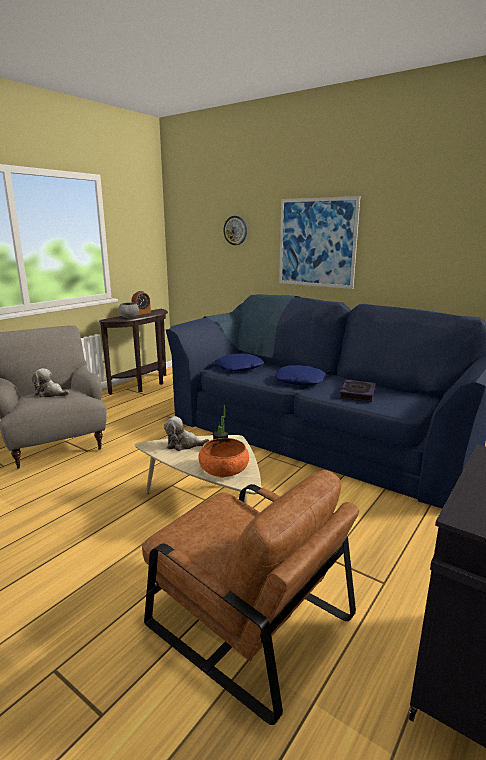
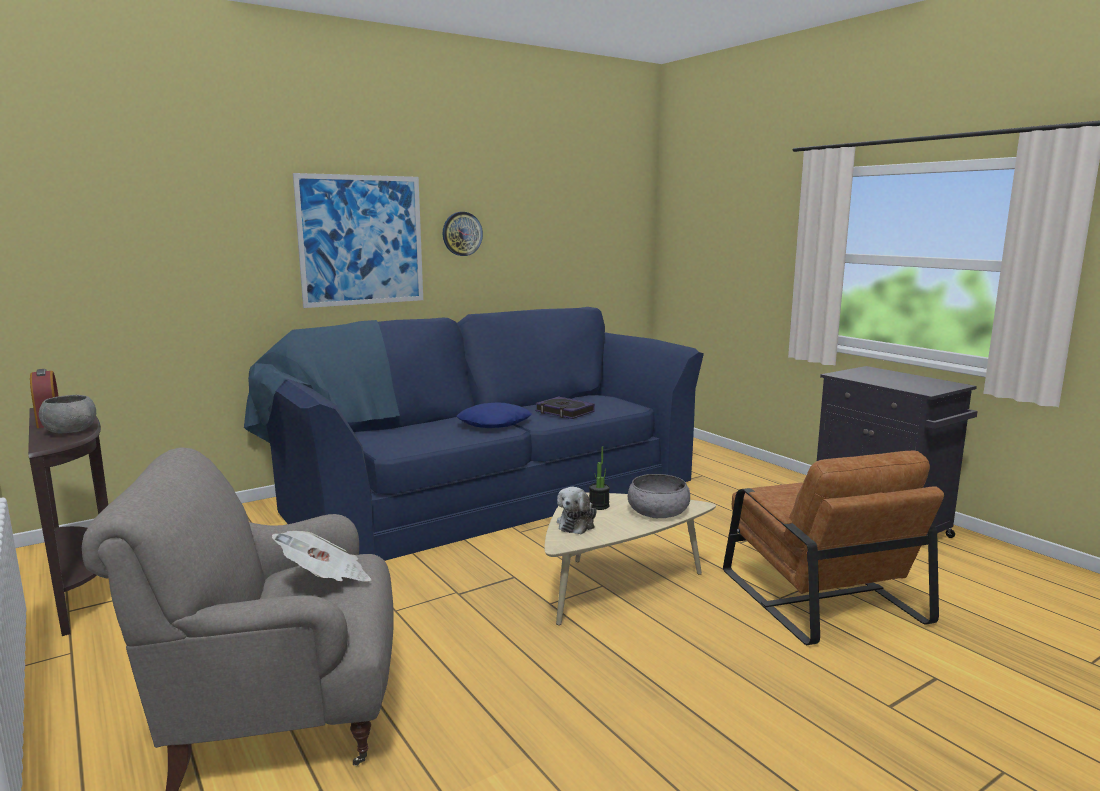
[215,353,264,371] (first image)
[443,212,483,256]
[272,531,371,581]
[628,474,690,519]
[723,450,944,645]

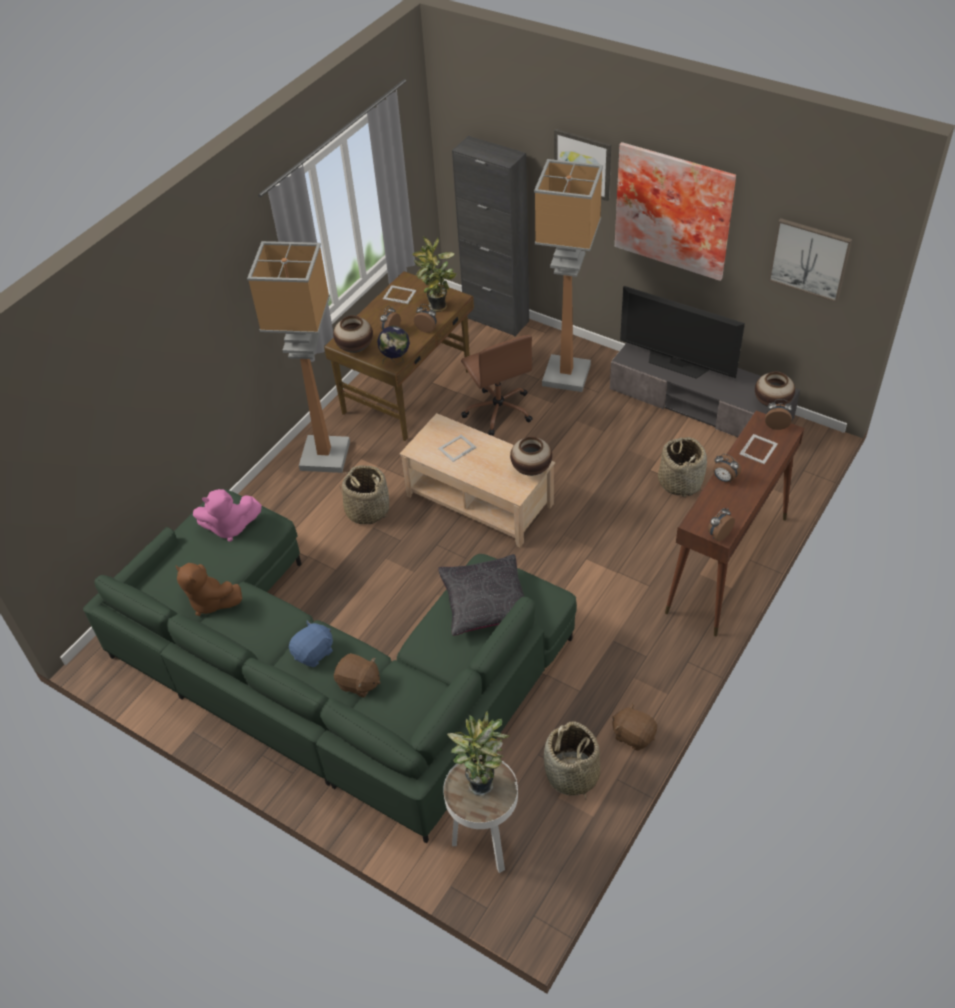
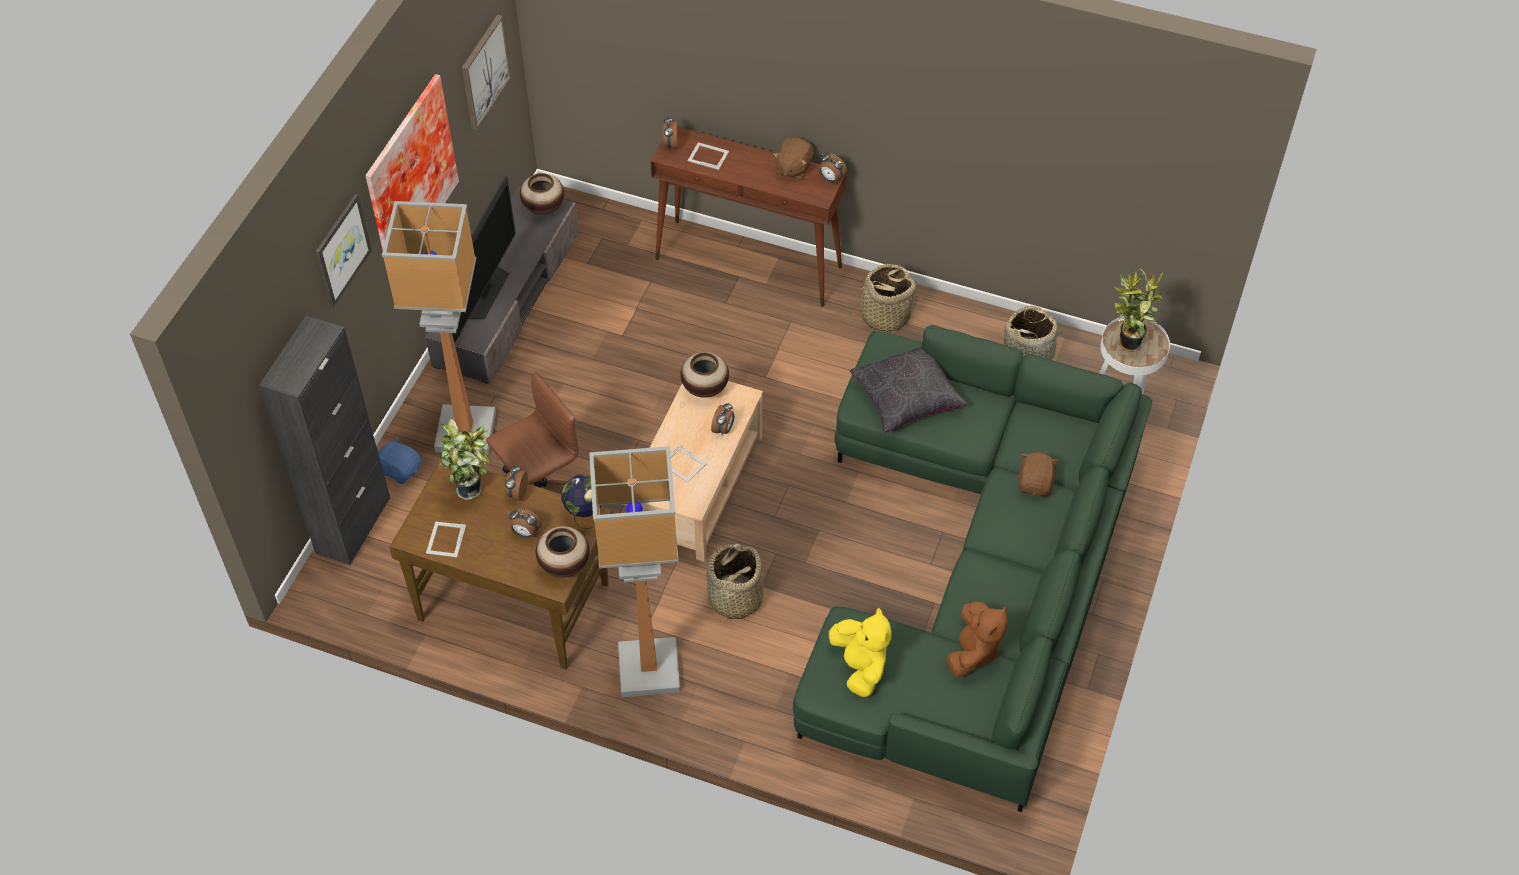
[378,437,421,484]
[773,138,813,180]
[851,264,917,333]
[711,402,734,435]
[829,607,892,697]

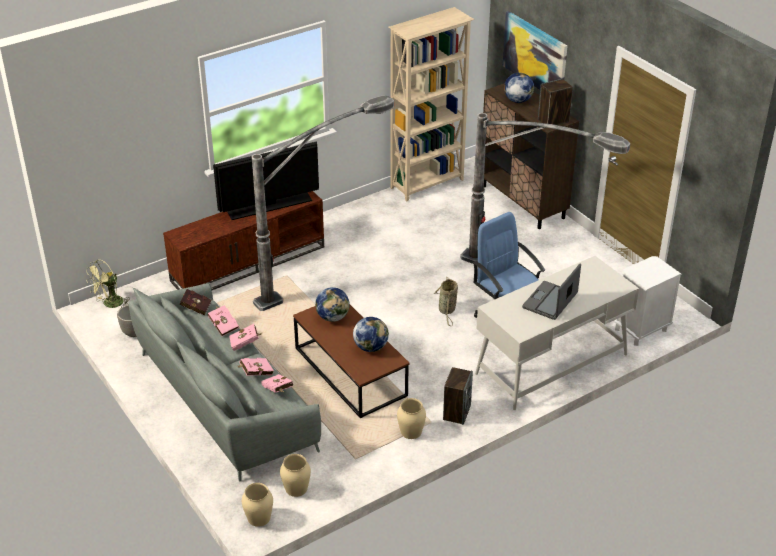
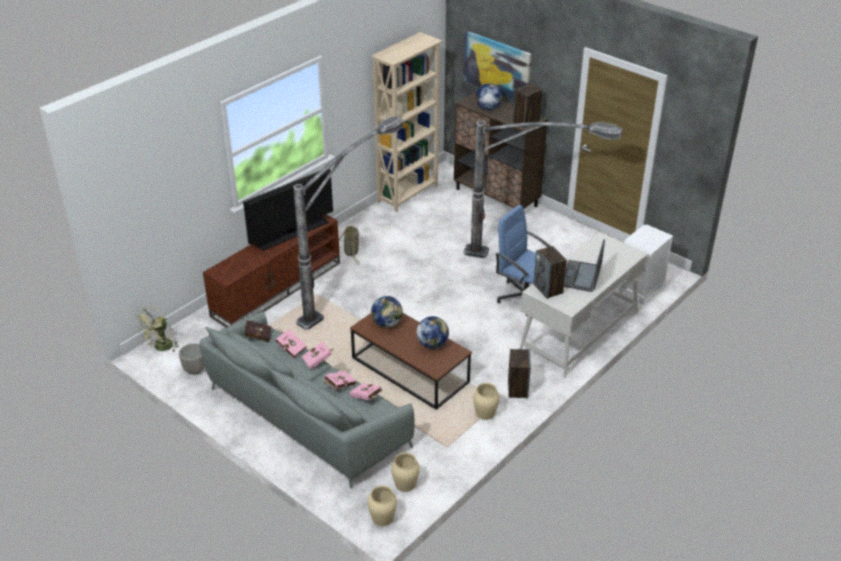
[533,246,567,299]
[339,225,360,264]

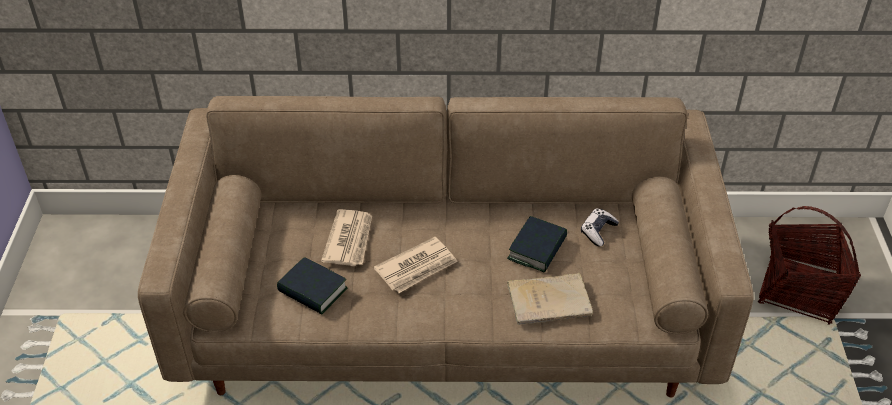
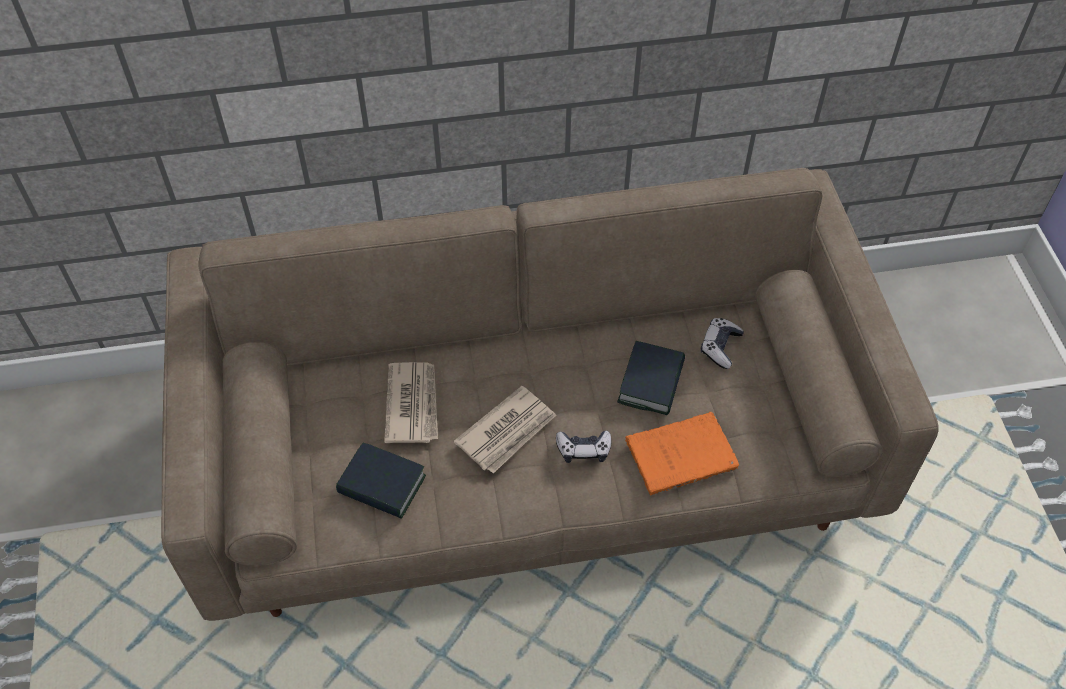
[758,206,861,325] (first image)
[556,431,611,463]
[625,411,739,495]

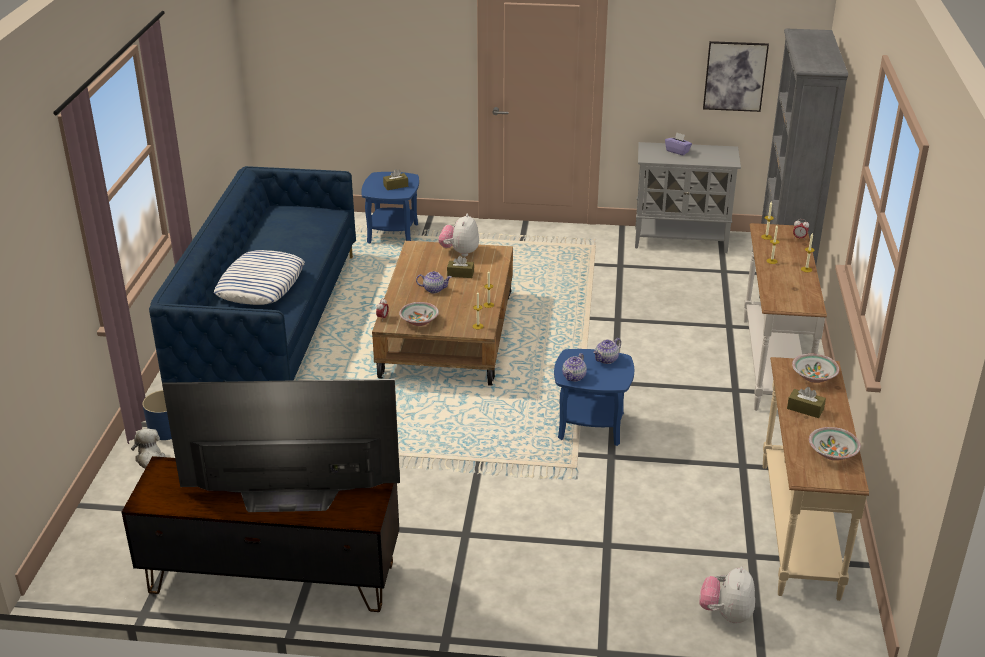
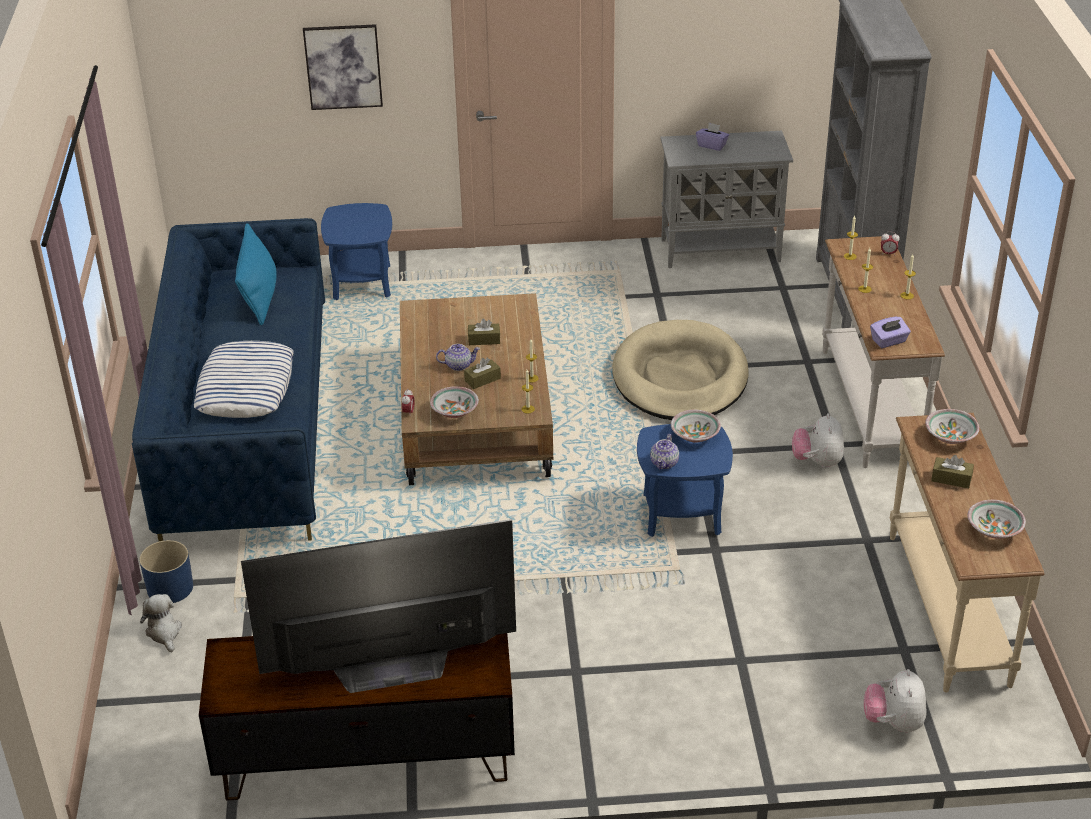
[235,223,277,325]
[612,320,748,420]
[870,317,911,348]
[464,358,501,389]
[792,413,844,468]
[303,24,383,110]
[671,410,721,443]

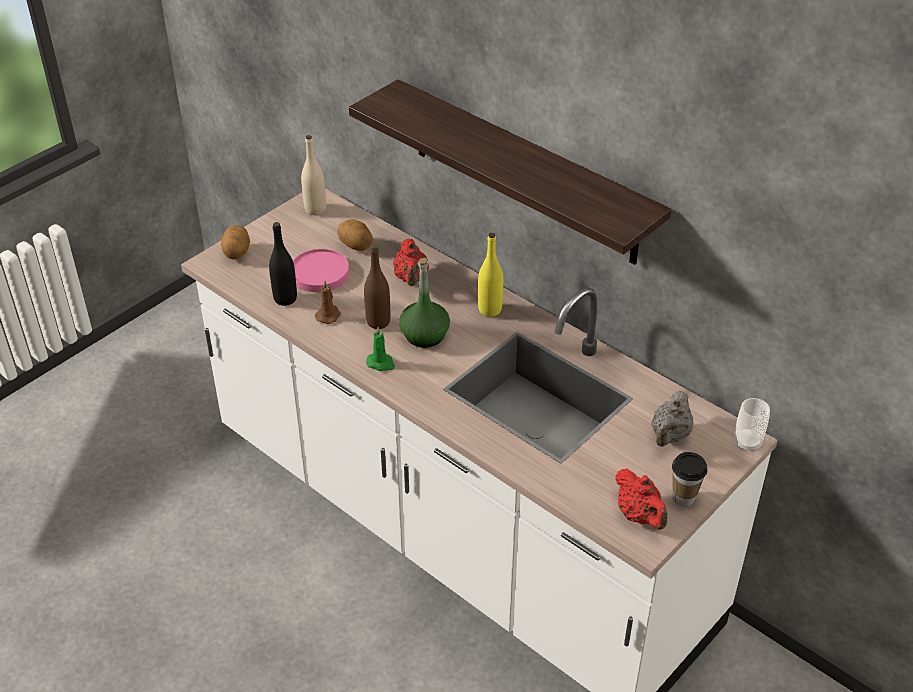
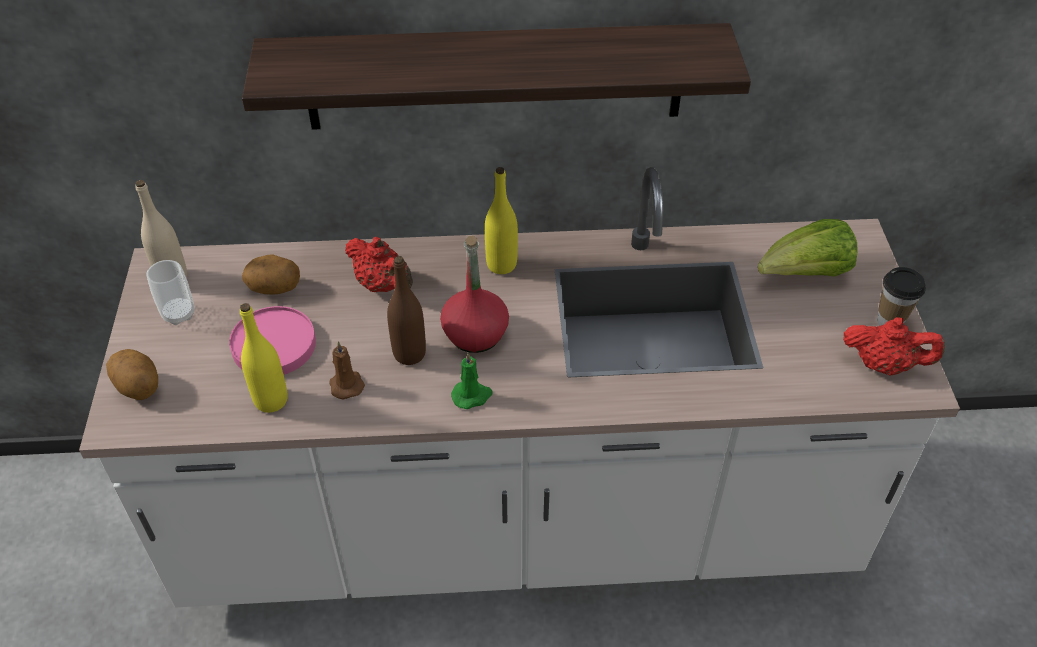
[146,260,195,325]
[758,219,857,277]
[240,303,288,413]
[440,236,509,353]

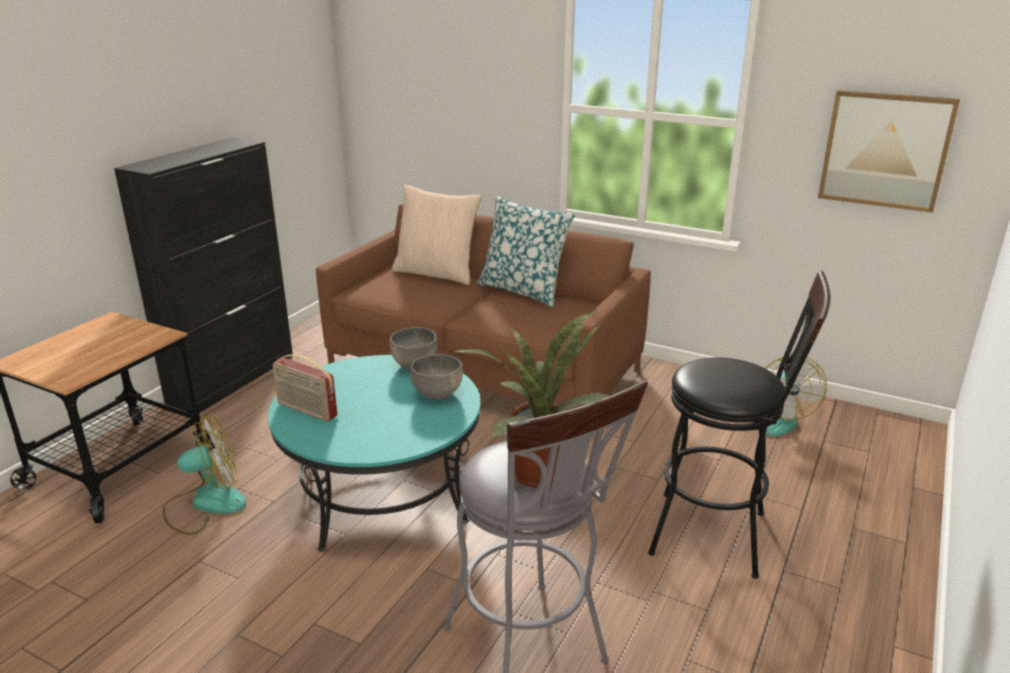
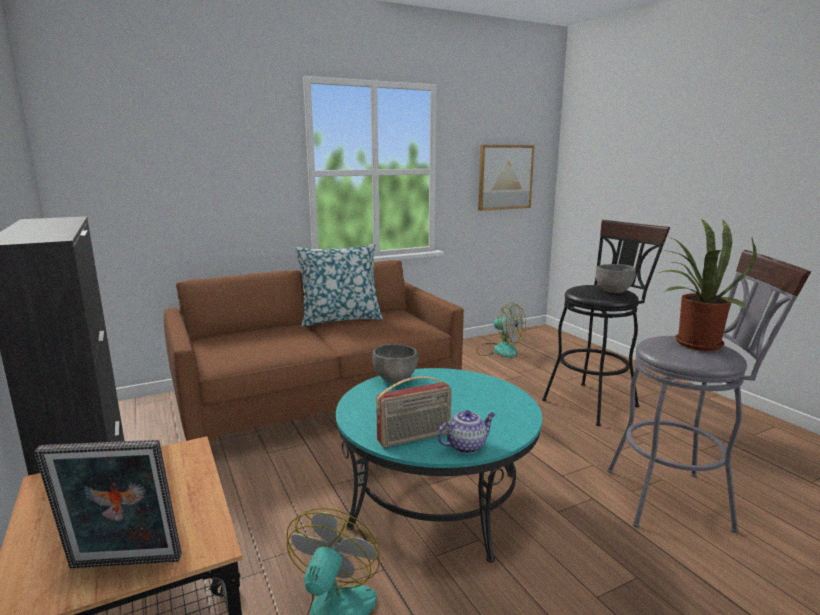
[392,185,482,285] (first image)
[34,440,182,569]
[437,410,495,454]
[596,264,636,293]

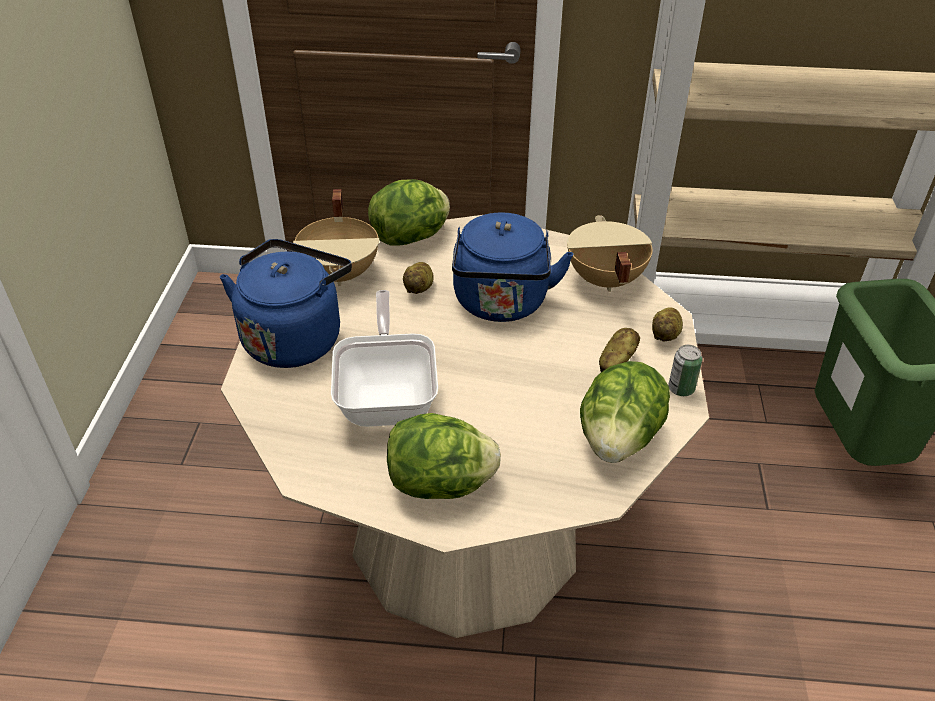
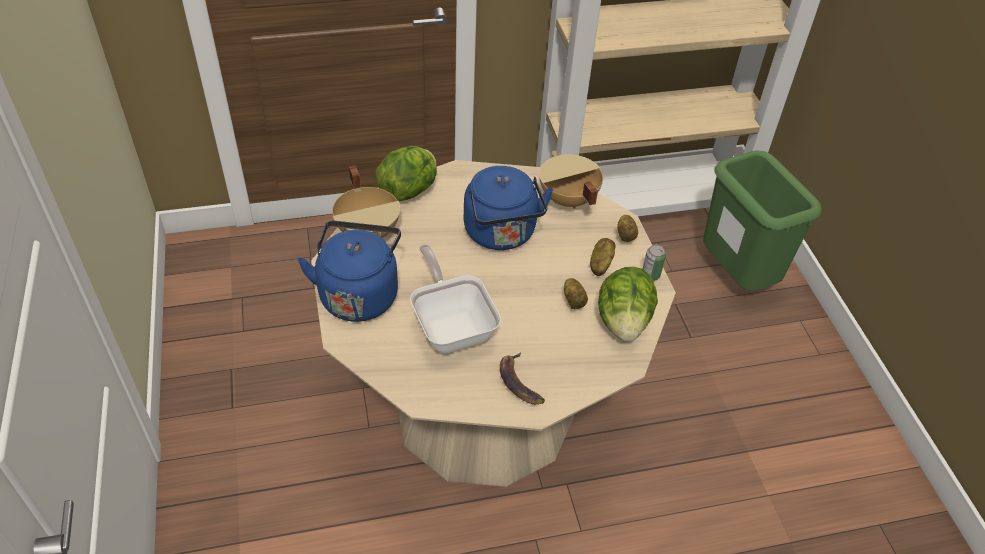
[564,278,588,309]
[500,352,545,404]

